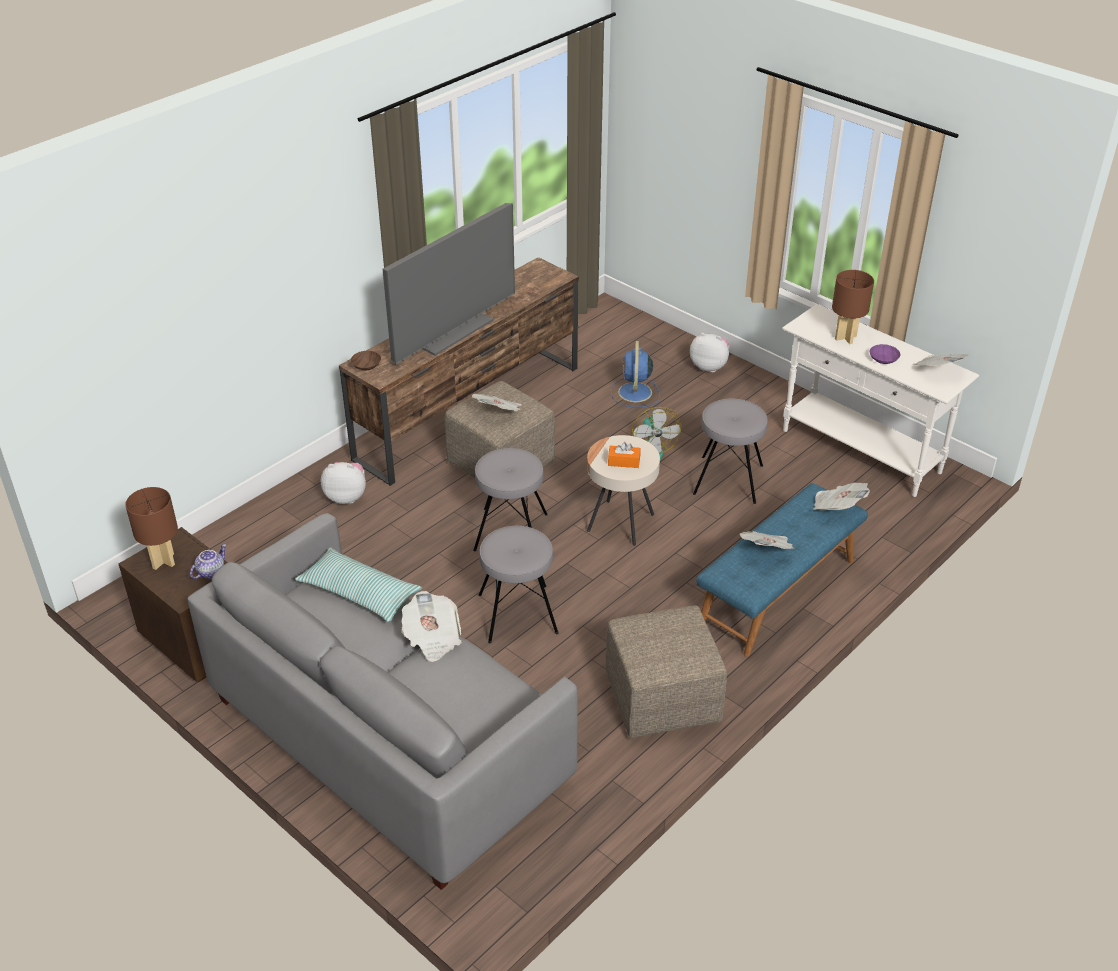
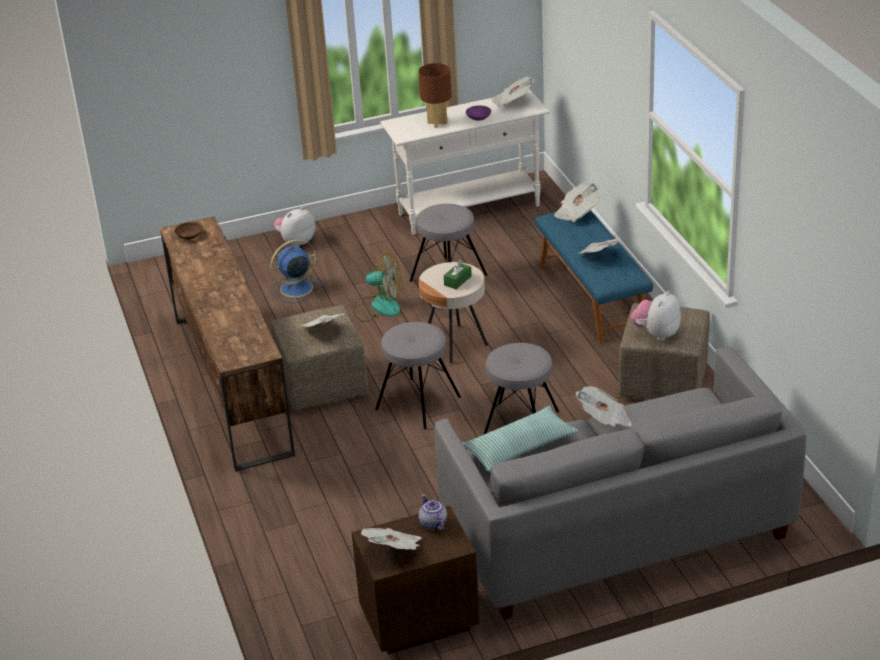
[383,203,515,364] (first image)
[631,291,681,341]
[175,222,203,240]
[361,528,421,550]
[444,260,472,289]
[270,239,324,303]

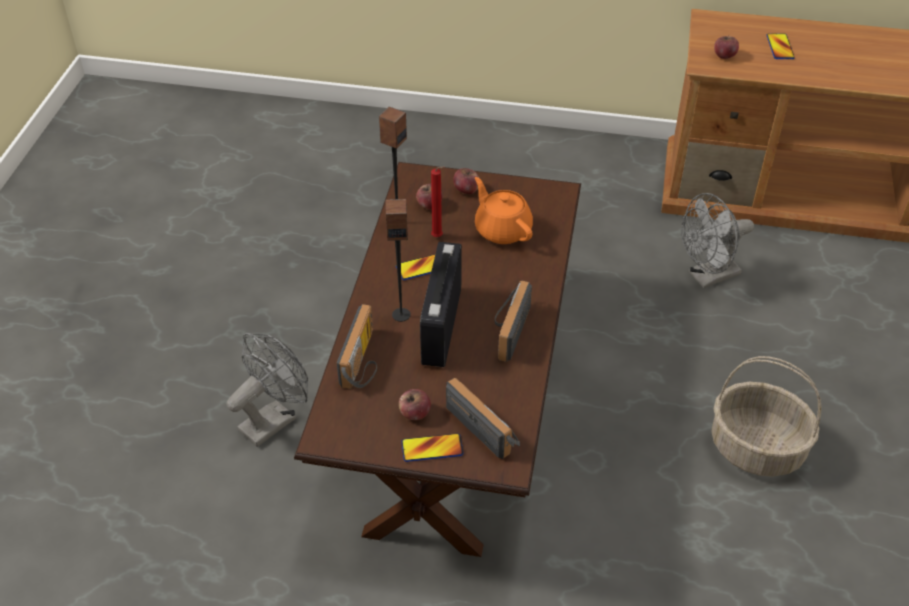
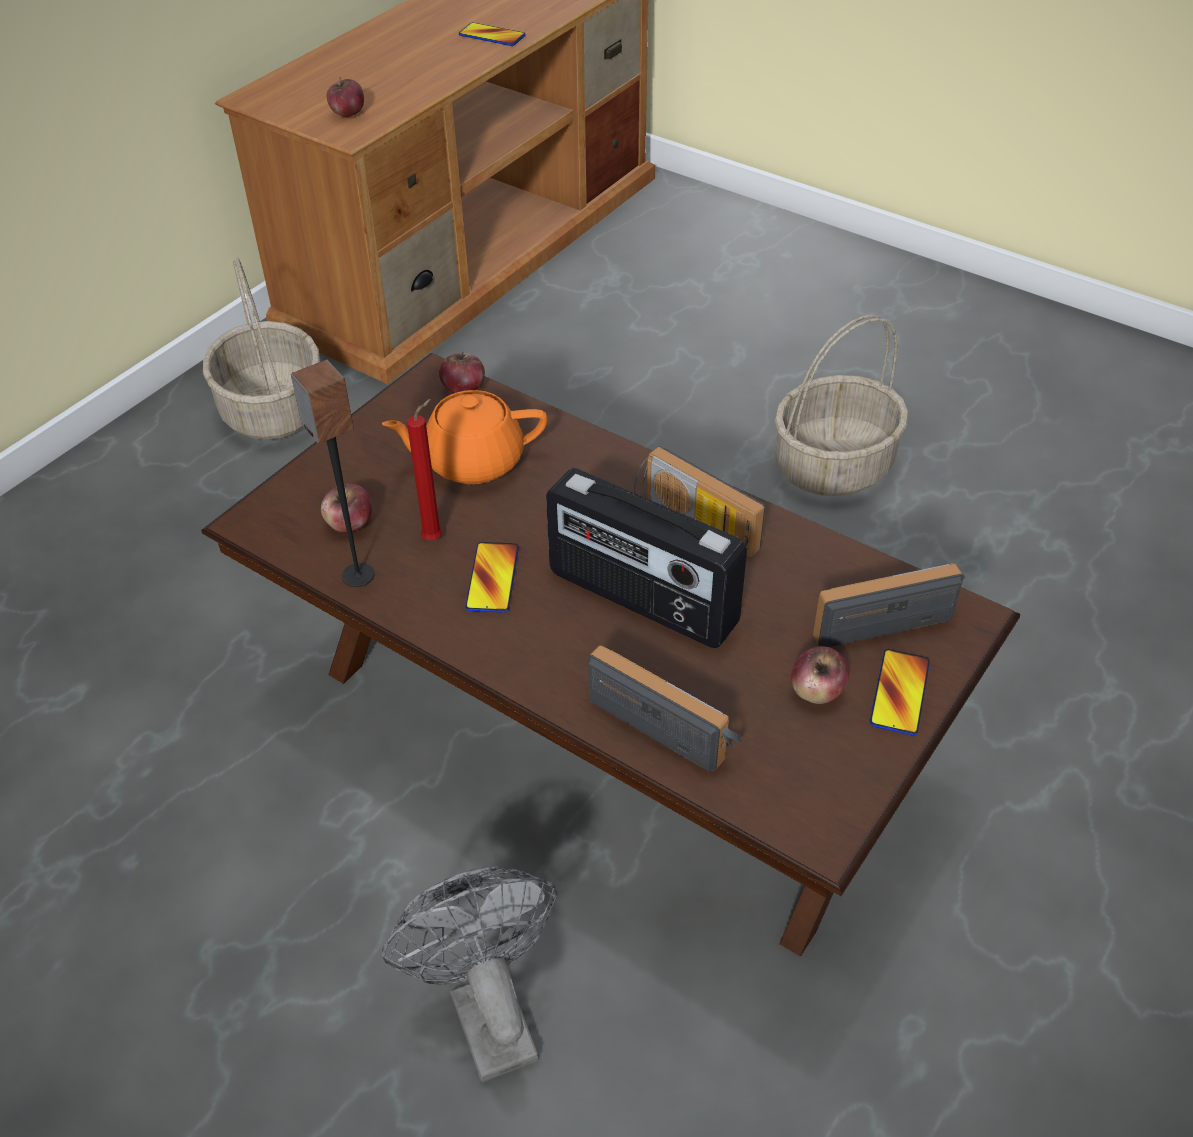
[385,199,411,322] (first image)
[681,193,754,288] (first image)
[203,258,320,440]
[439,351,485,394]
[459,23,526,46]

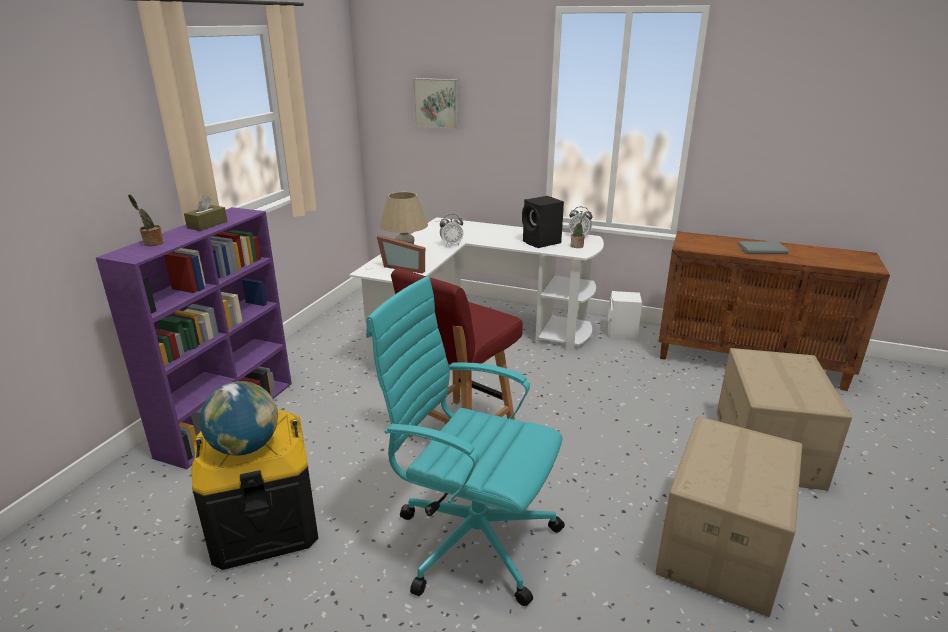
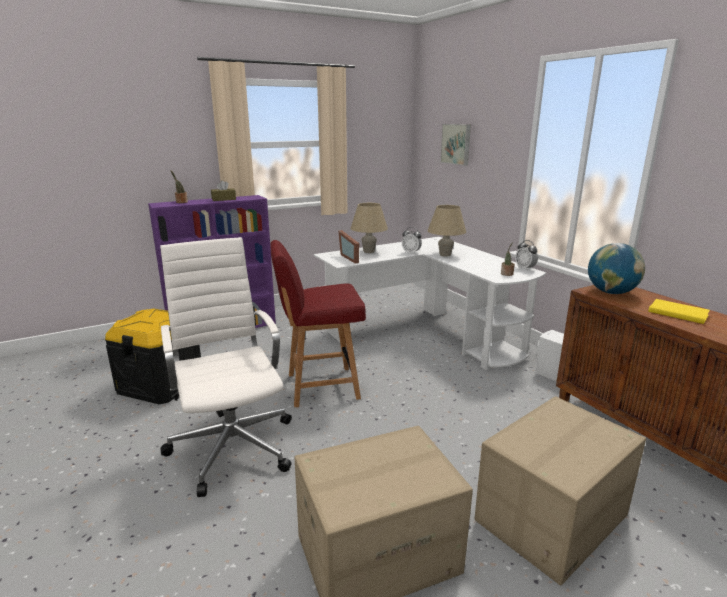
[522,196,564,248] (first image)
[427,205,466,257]
[588,243,645,294]
[160,237,292,497]
[648,299,710,324]

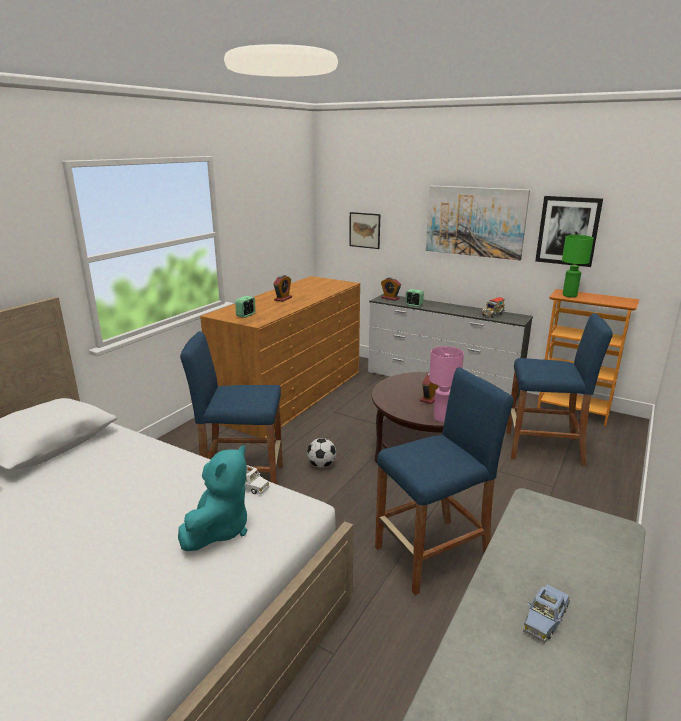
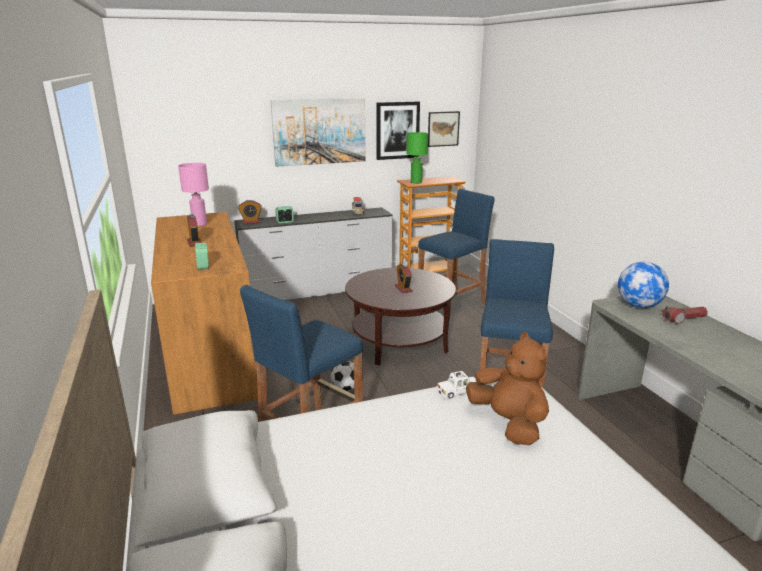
[523,585,570,643] (first image)
[618,262,669,308]
[662,306,708,324]
[428,111,460,147]
[178,163,209,226]
[466,332,549,445]

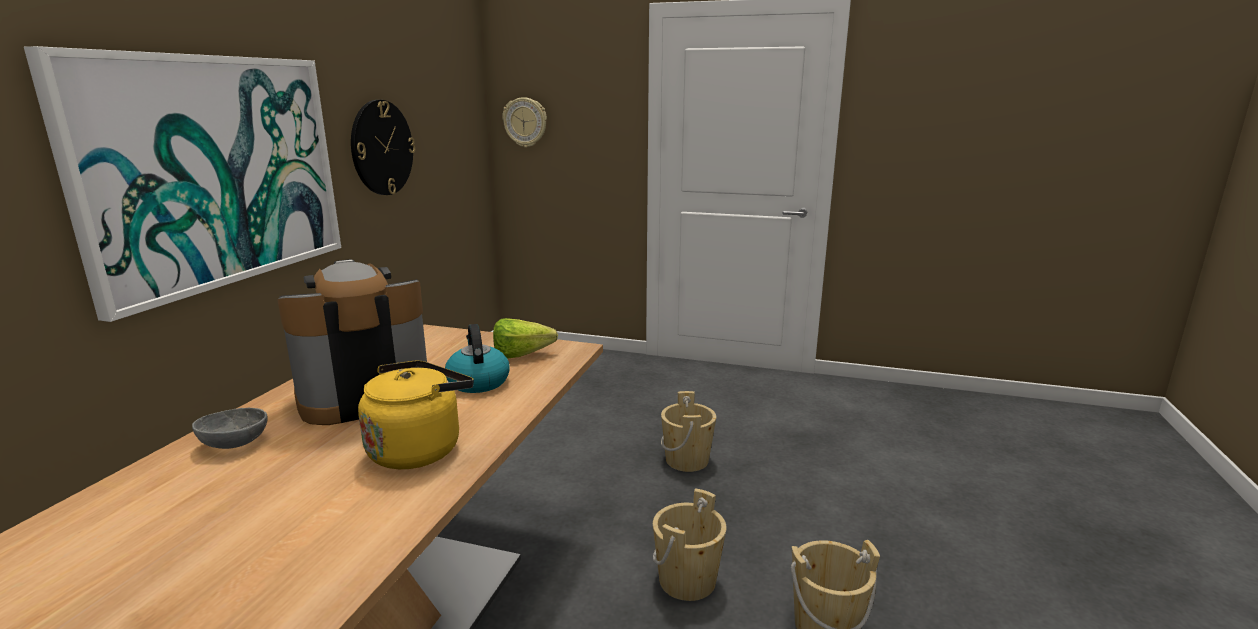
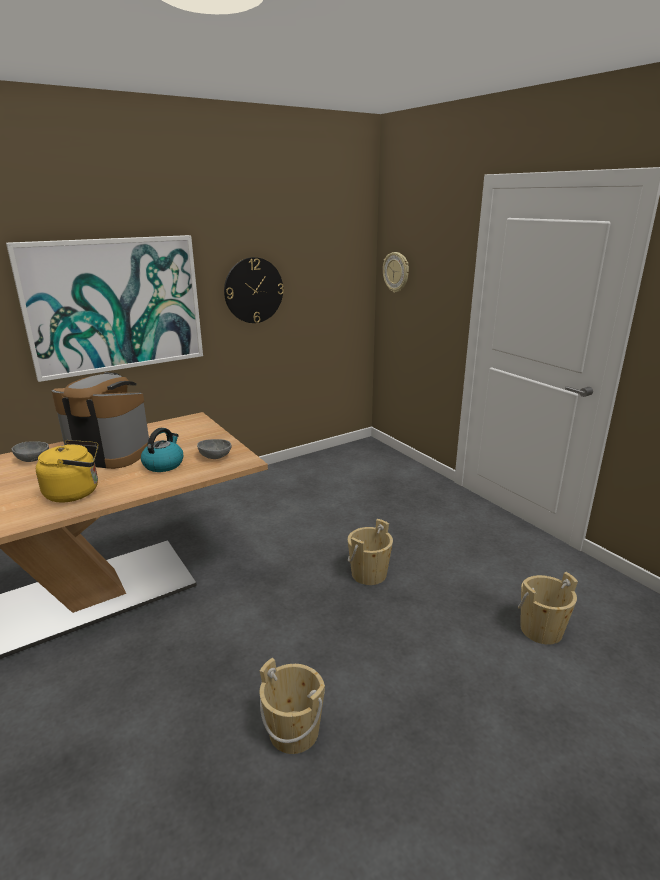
[518,572,578,645]
[197,439,232,459]

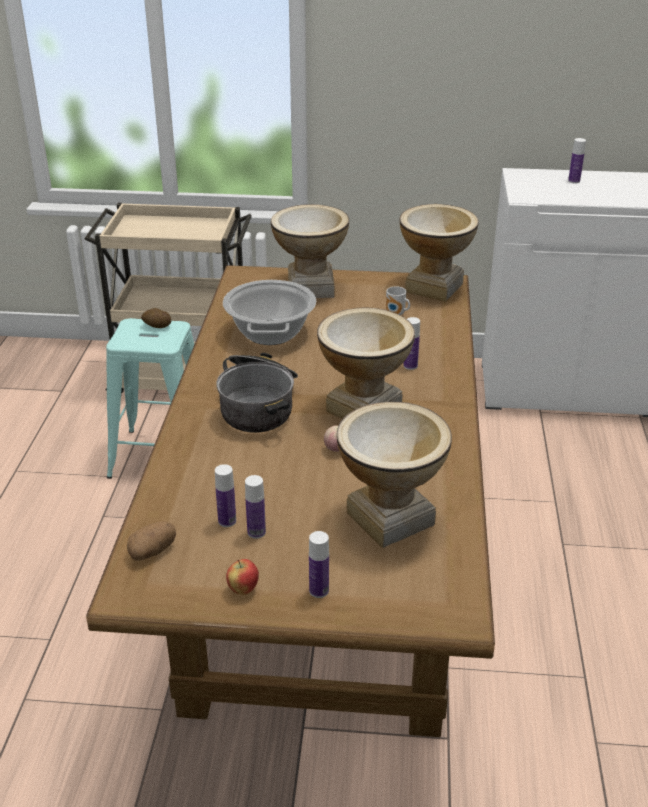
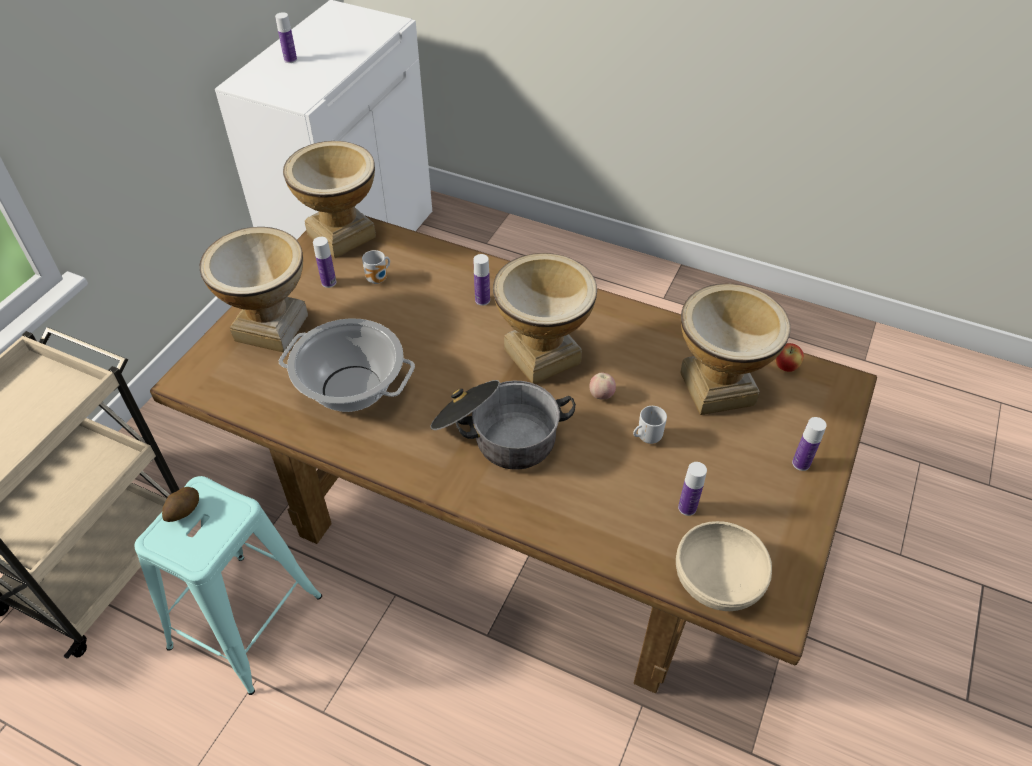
[633,406,667,444]
[775,343,804,372]
[313,237,336,288]
[676,521,772,611]

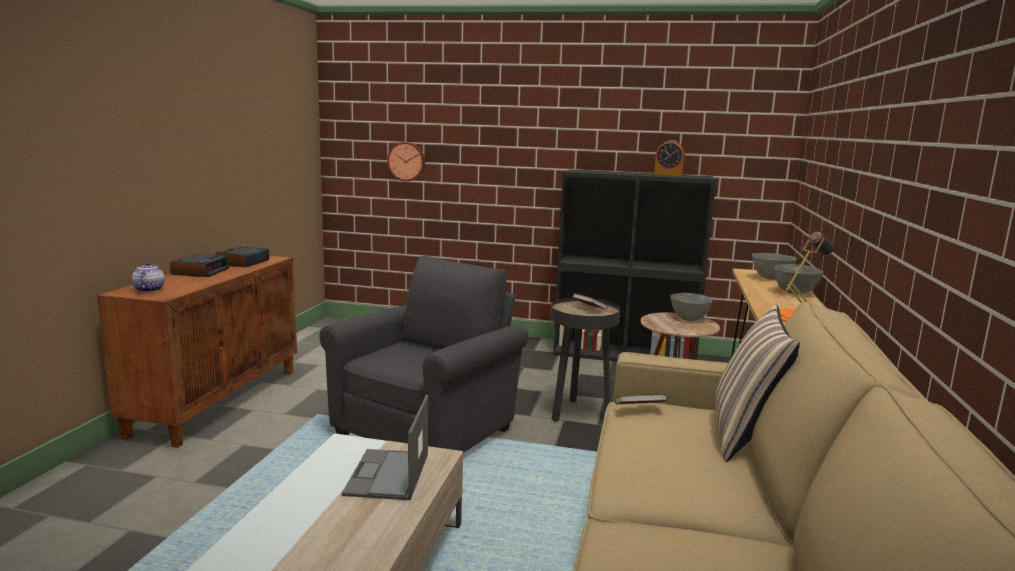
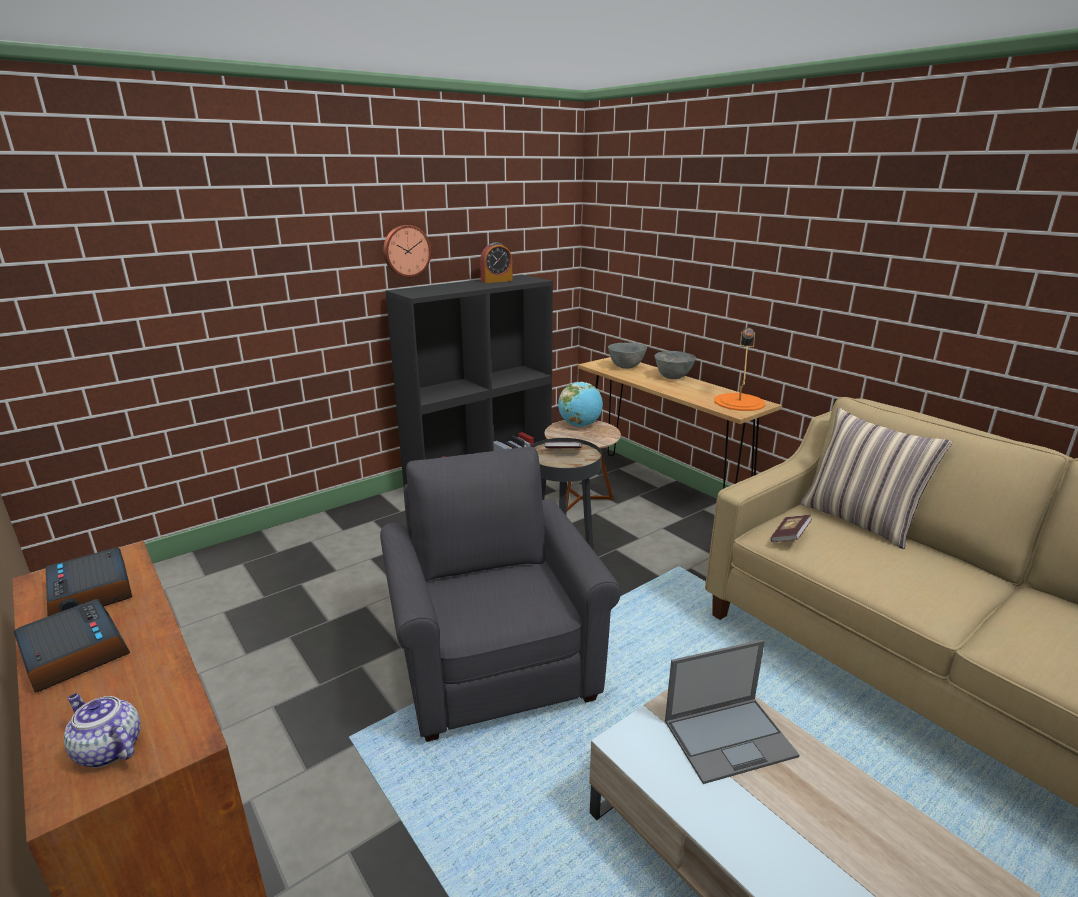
[383,225,431,277]
[558,382,603,427]
[665,640,799,784]

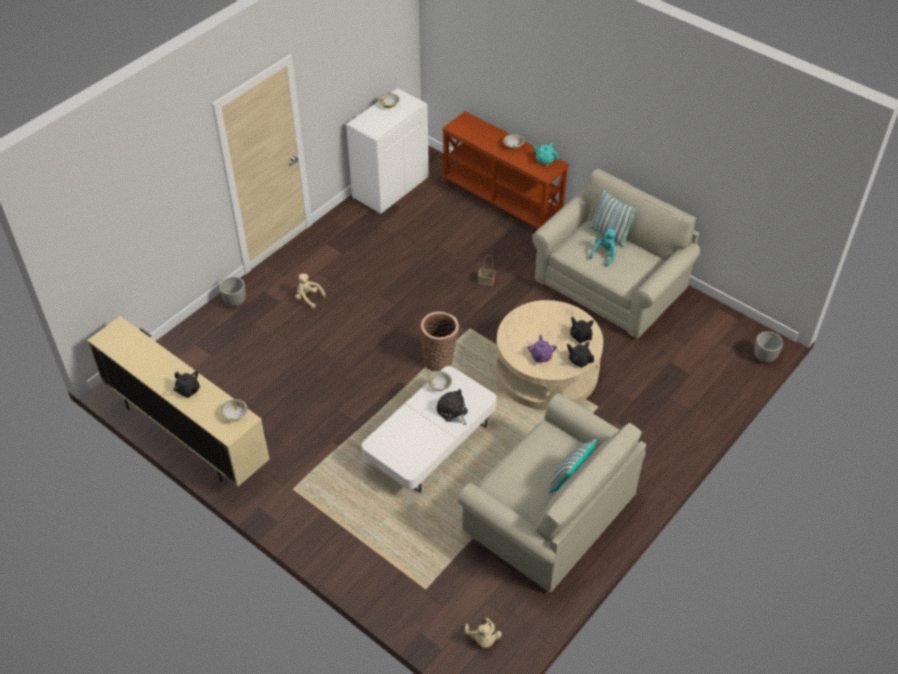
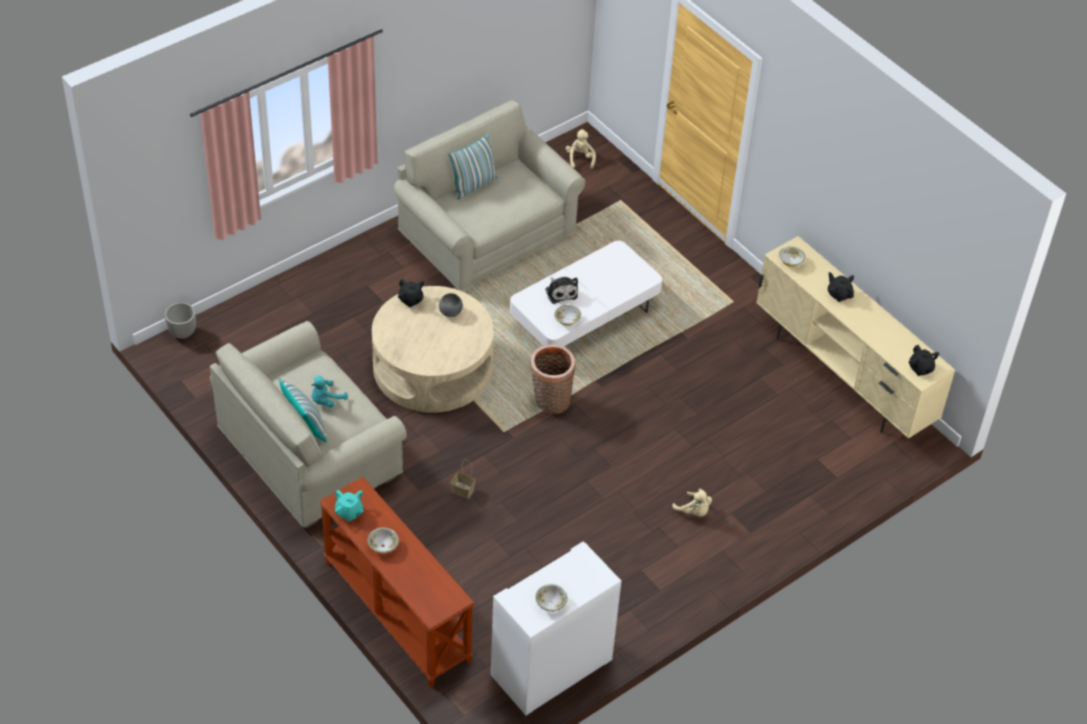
[219,277,246,307] (first image)
[909,345,939,376]
[439,293,463,317]

